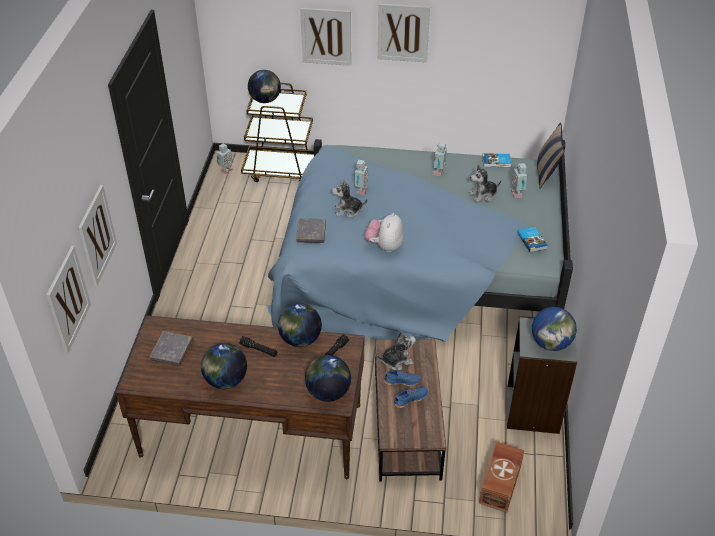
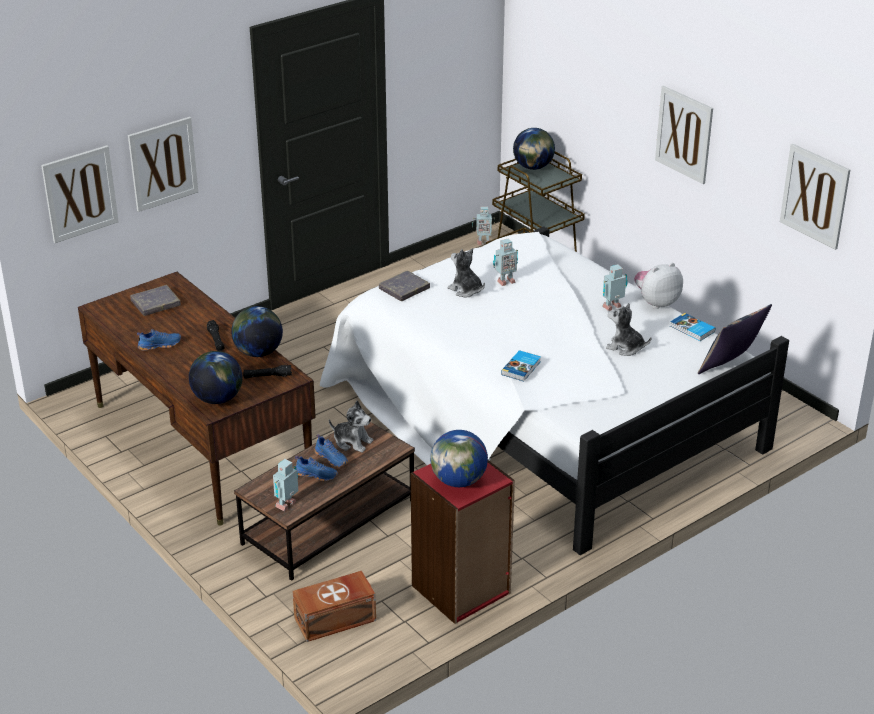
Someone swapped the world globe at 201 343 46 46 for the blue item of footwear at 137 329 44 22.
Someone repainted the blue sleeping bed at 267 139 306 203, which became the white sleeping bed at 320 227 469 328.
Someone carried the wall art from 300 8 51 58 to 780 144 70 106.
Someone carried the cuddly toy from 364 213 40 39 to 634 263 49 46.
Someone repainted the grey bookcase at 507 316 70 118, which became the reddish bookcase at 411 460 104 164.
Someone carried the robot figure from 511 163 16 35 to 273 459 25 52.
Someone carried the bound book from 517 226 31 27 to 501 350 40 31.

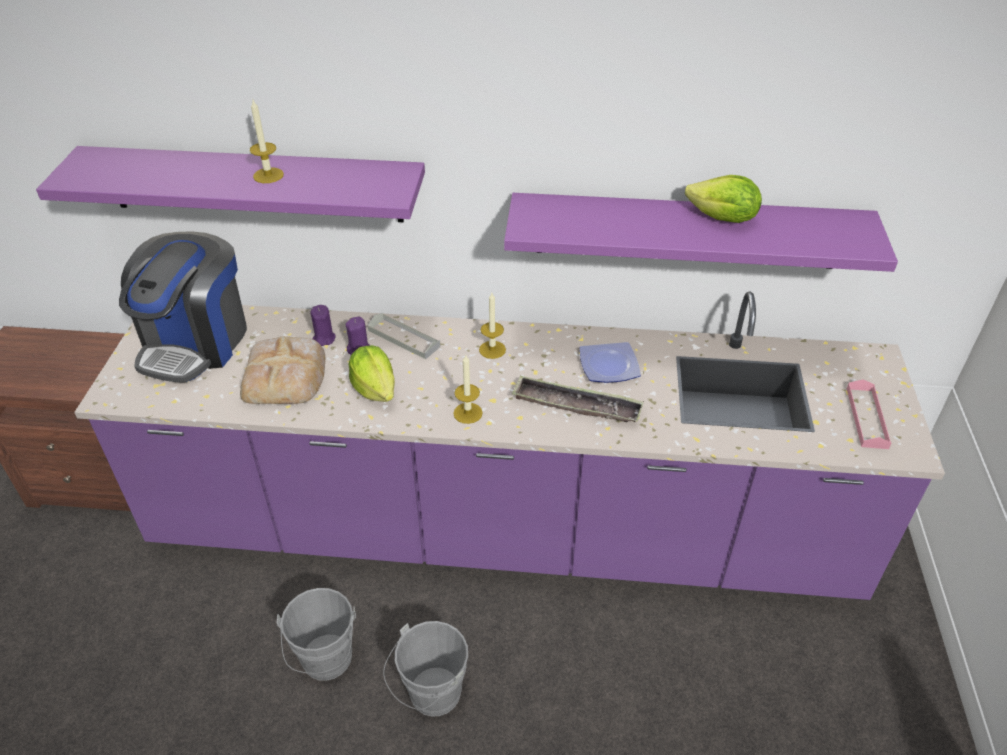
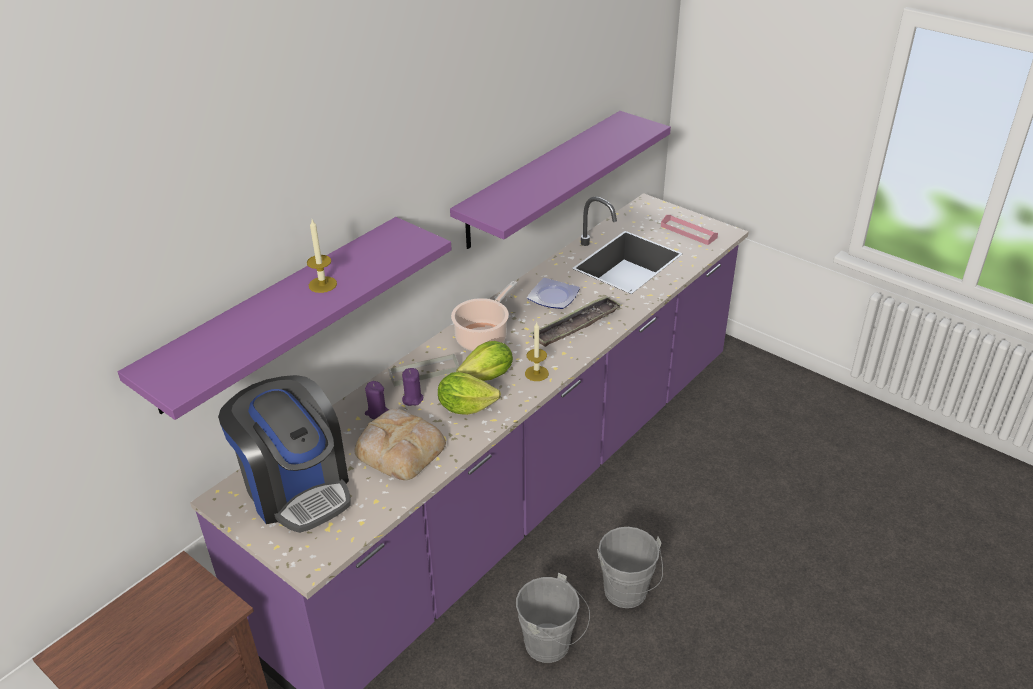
Someone swapped the wax candle at 479 293 27 66 for the stockpot at 451 281 66 70.
Someone carried the lettuce head from 685 175 77 48 to 456 341 57 40.

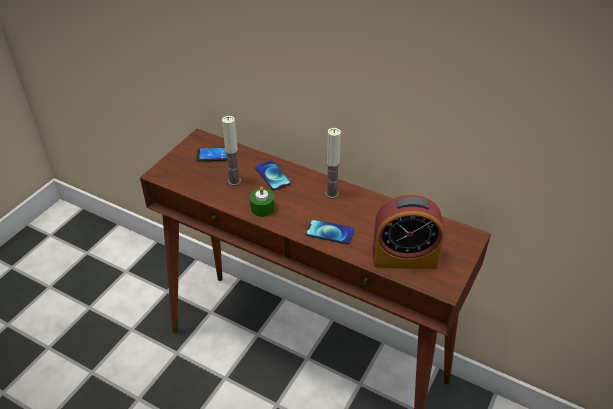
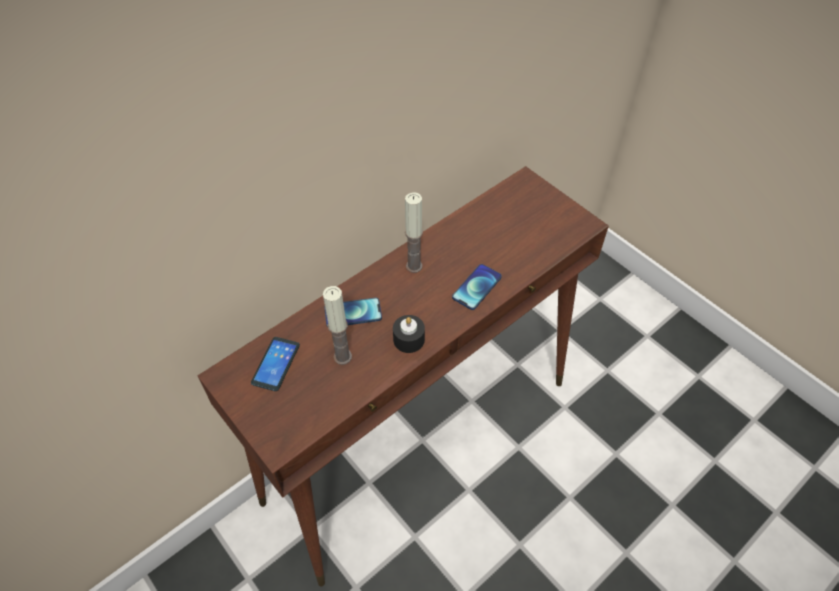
Someone repainted the green-coloured wax candle at 250 186 25 31, which became the black wax candle at 393 315 32 38.
Someone took away the alarm clock at 373 194 71 75.

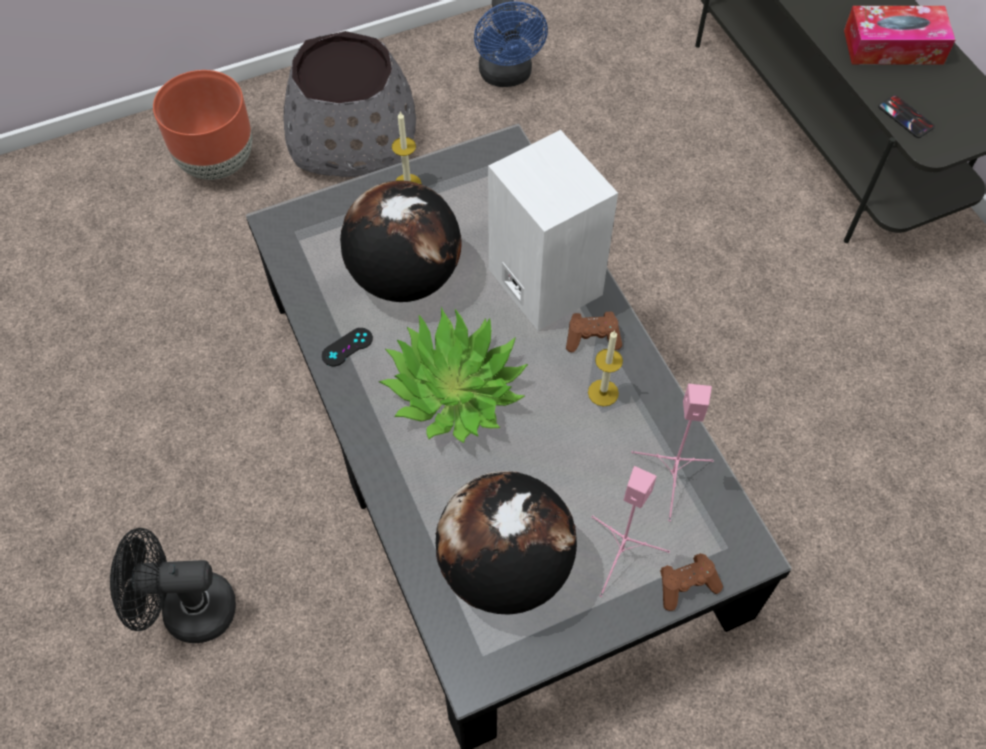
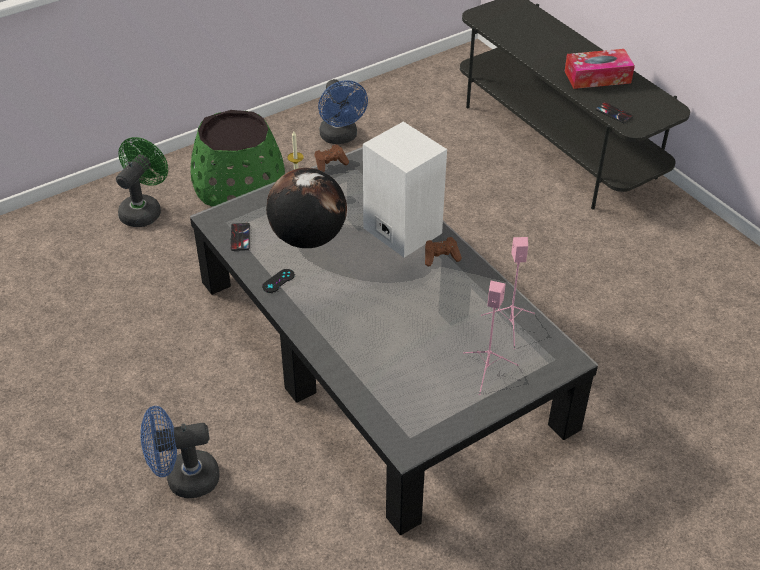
Someone repainted the black fan at 110 528 126 115, which became the blue fan at 141 406 79 92.
Someone swapped the brownish plant pot at 153 70 99 110 for the green-coloured fan at 116 137 52 90.
Someone repainted the grey plant pot at 283 31 133 146, which became the green-coloured plant pot at 190 110 95 96.
Someone took away the potted plant at 379 307 149 136.
Someone took away the world globe at 435 471 142 144.
Someone took away the wax candle at 588 330 35 77.
Someone carried the brownish joypad from 660 553 63 58 to 315 144 34 28.
Someone put down the telephone at 230 223 20 28.

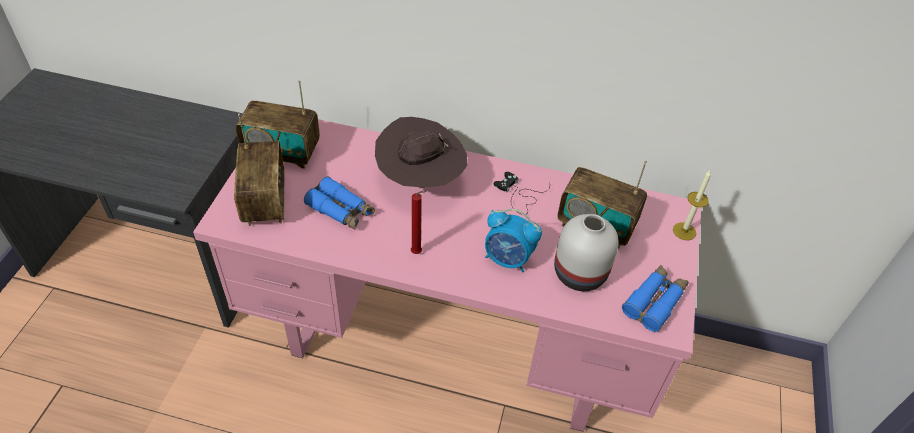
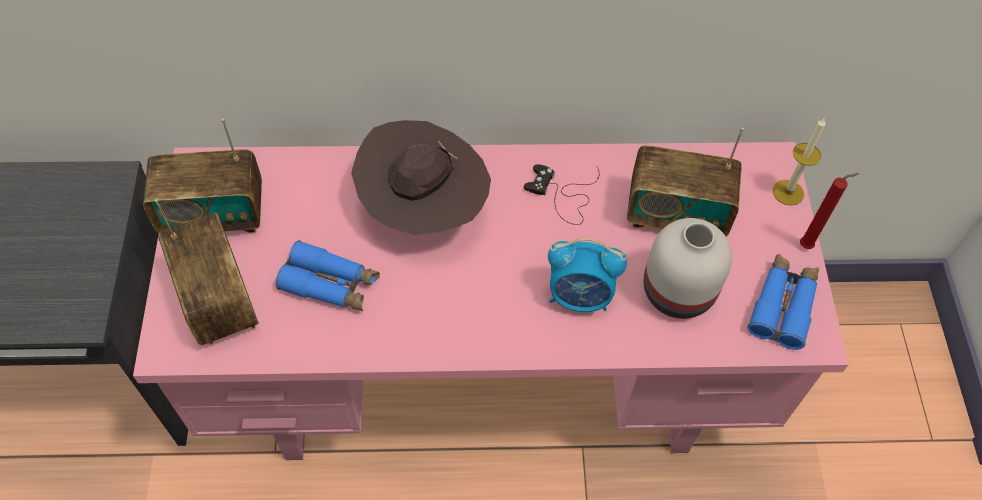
Someone carried the reddish wax candle from 411 191 16 63 to 800 173 59 76.

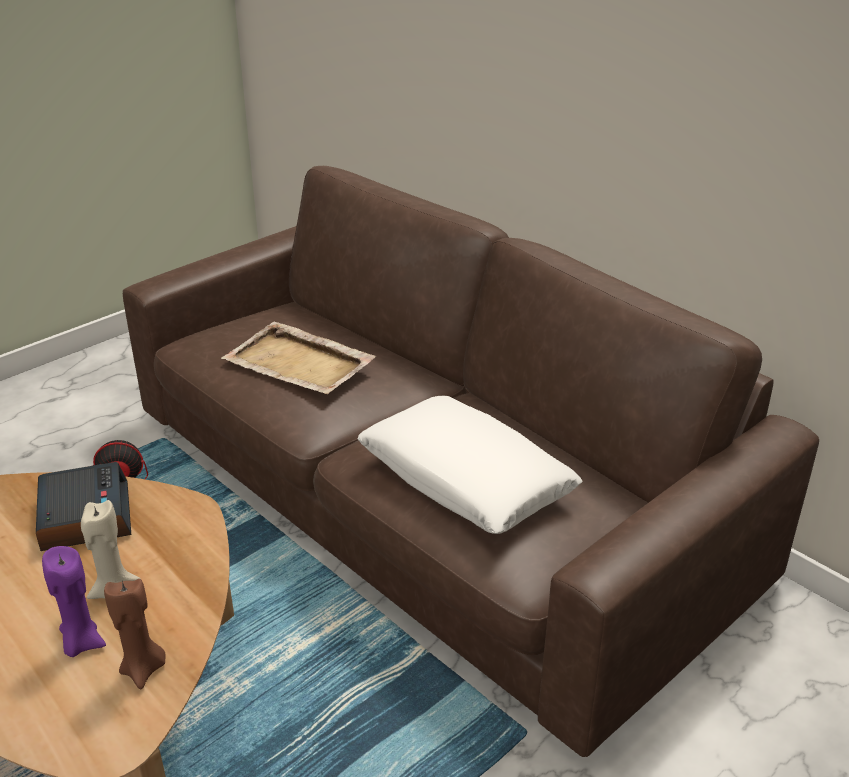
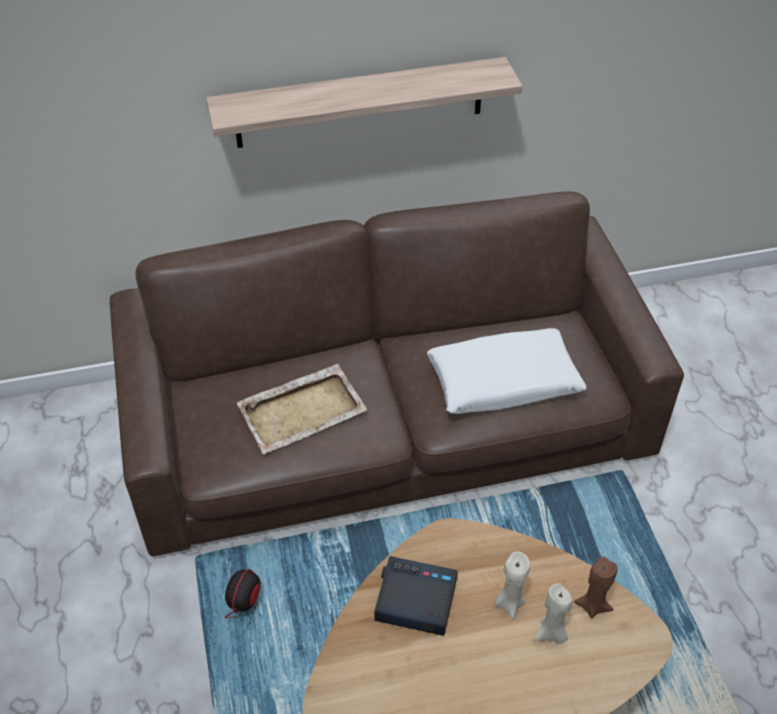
Someone repainted the purple wax candle at 42 546 64 111, which became the sand-coloured wax candle at 535 583 38 61.
Someone put up the bracket shelf at 206 57 316 91.

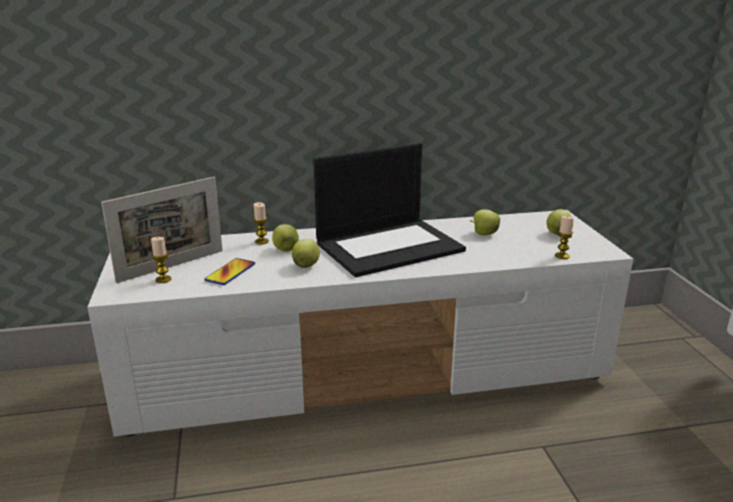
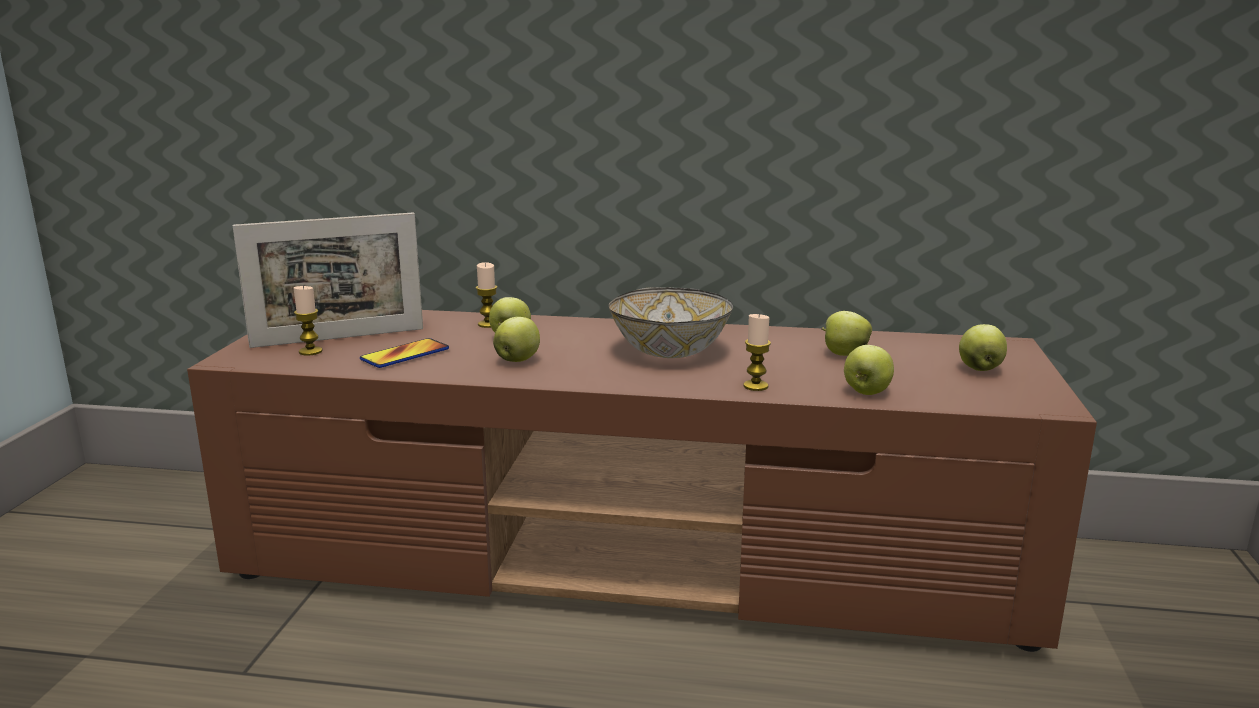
Someone repainted the white media console at 87 210 546 227, which became the brownish media console at 187 310 910 342.
Someone swapped the laptop at 313 143 153 134 for the serving bowl at 609 287 124 71.
Someone carried the wax candle from 555 216 19 43 to 743 314 28 77.
Someone put down the apple at 844 345 50 50.

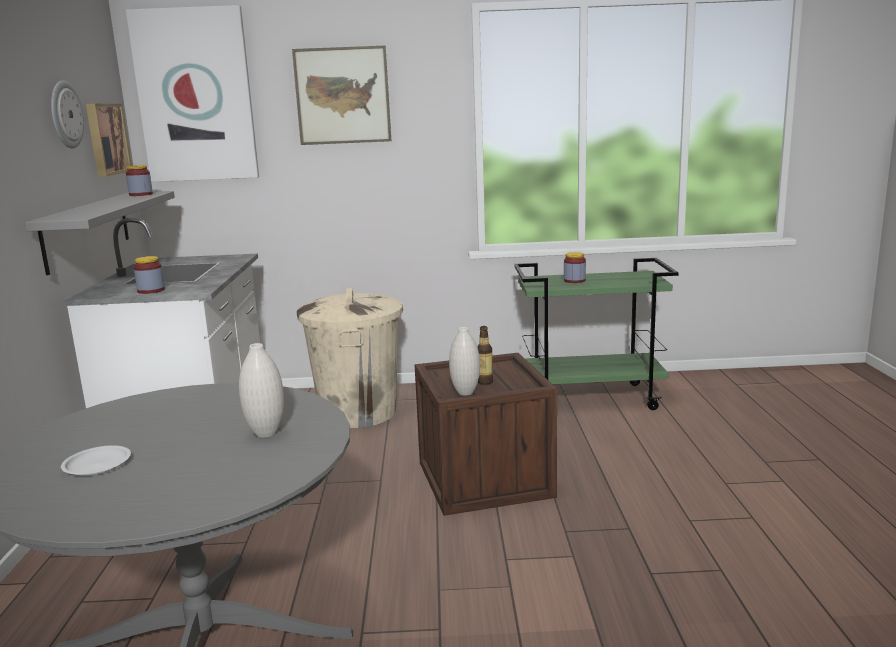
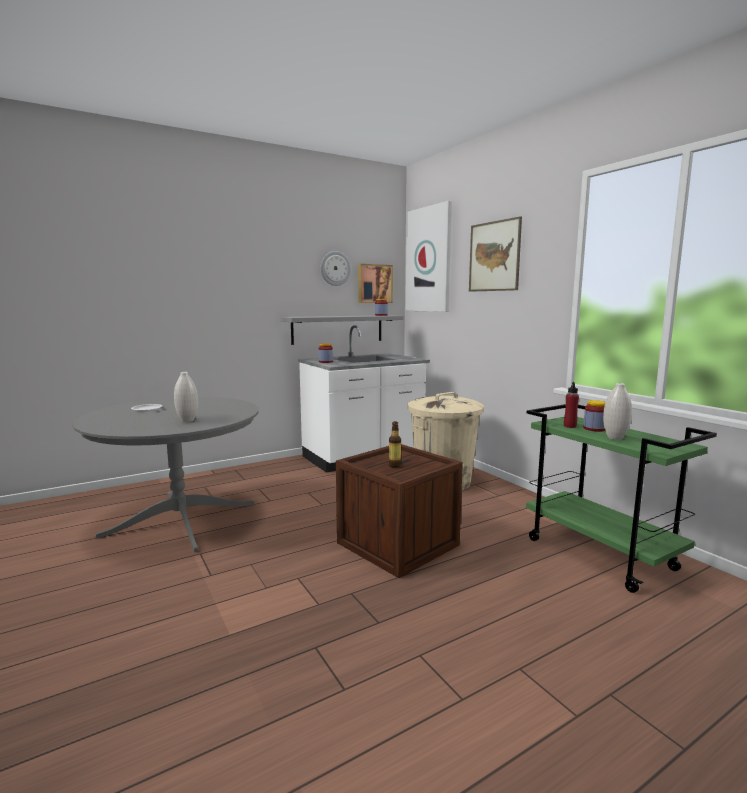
Someone carried the white vase from 449 327 31 69 to 603 383 29 57.
Someone put down the reddish beverage bottle at 564 382 15 46.

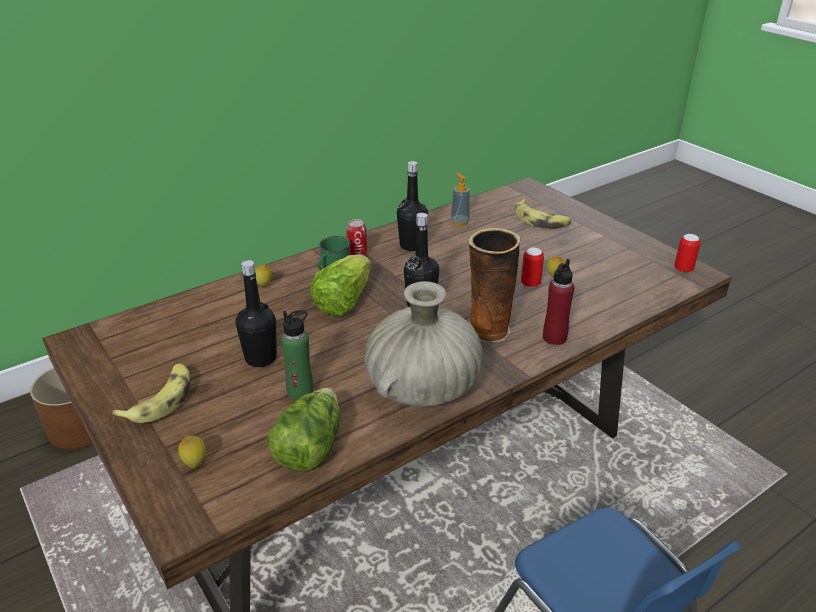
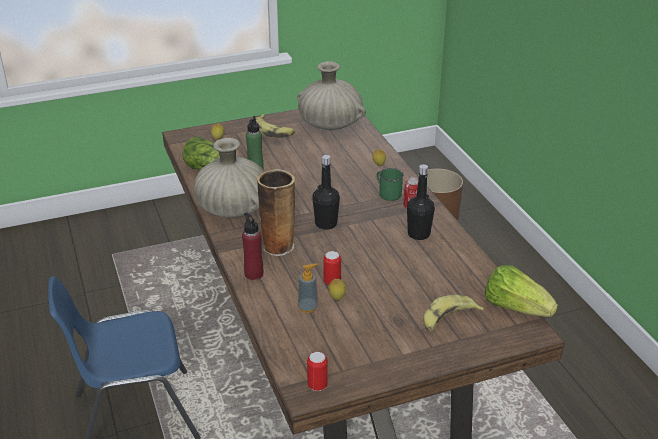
Someone took away the black beverage bottle at 236 260 41 107.
Someone carried the lettuce head from 310 254 61 62 to 485 265 73 52.
Someone carried the soap dispenser from 451 173 19 53 to 298 264 20 49.
Someone put down the sand-coloured vase at 297 61 69 69.

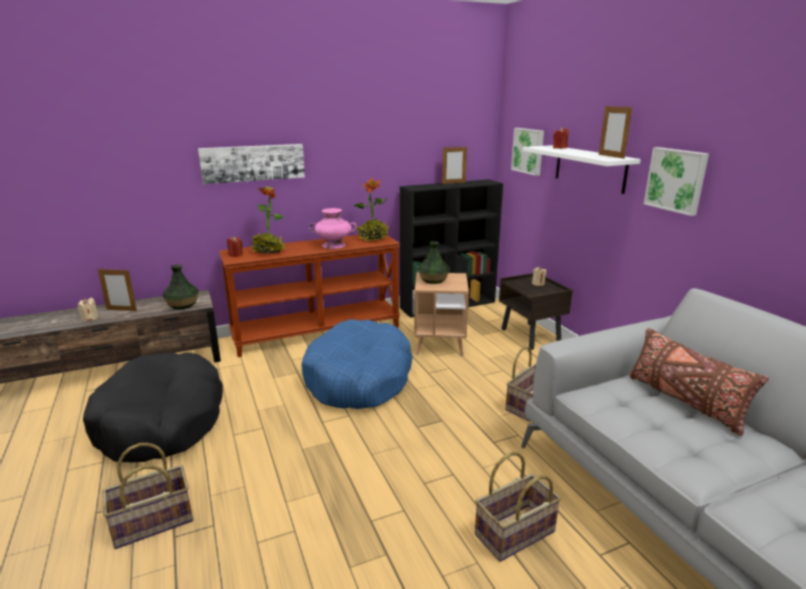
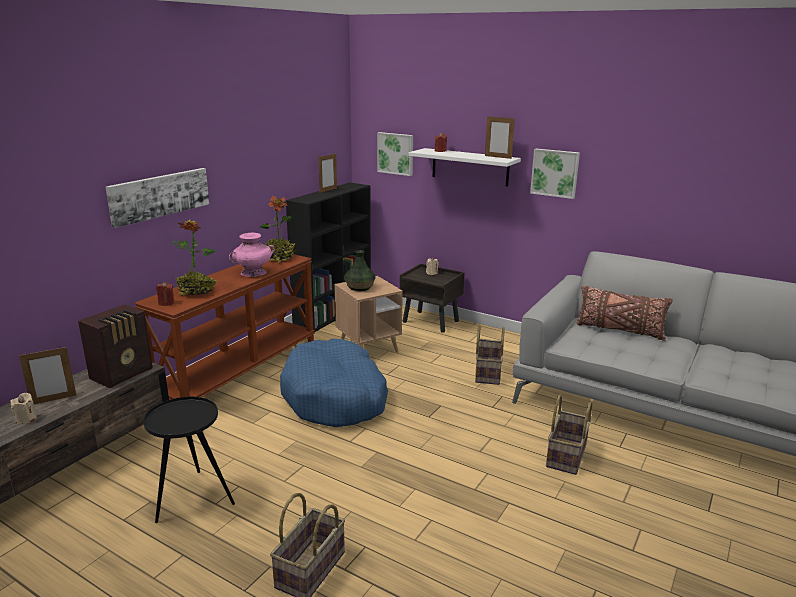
Someone swapped the black pet bed at 83 352 140 110 for the black accent table at 143 397 92 126.
Someone swapped the vase at 162 265 37 44 for the radio at 78 304 75 84.

